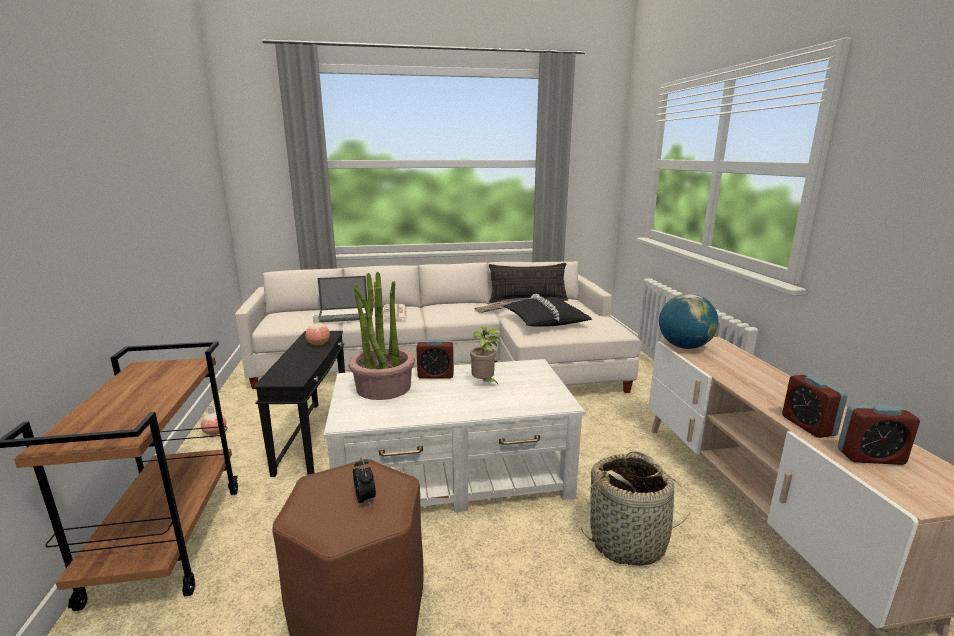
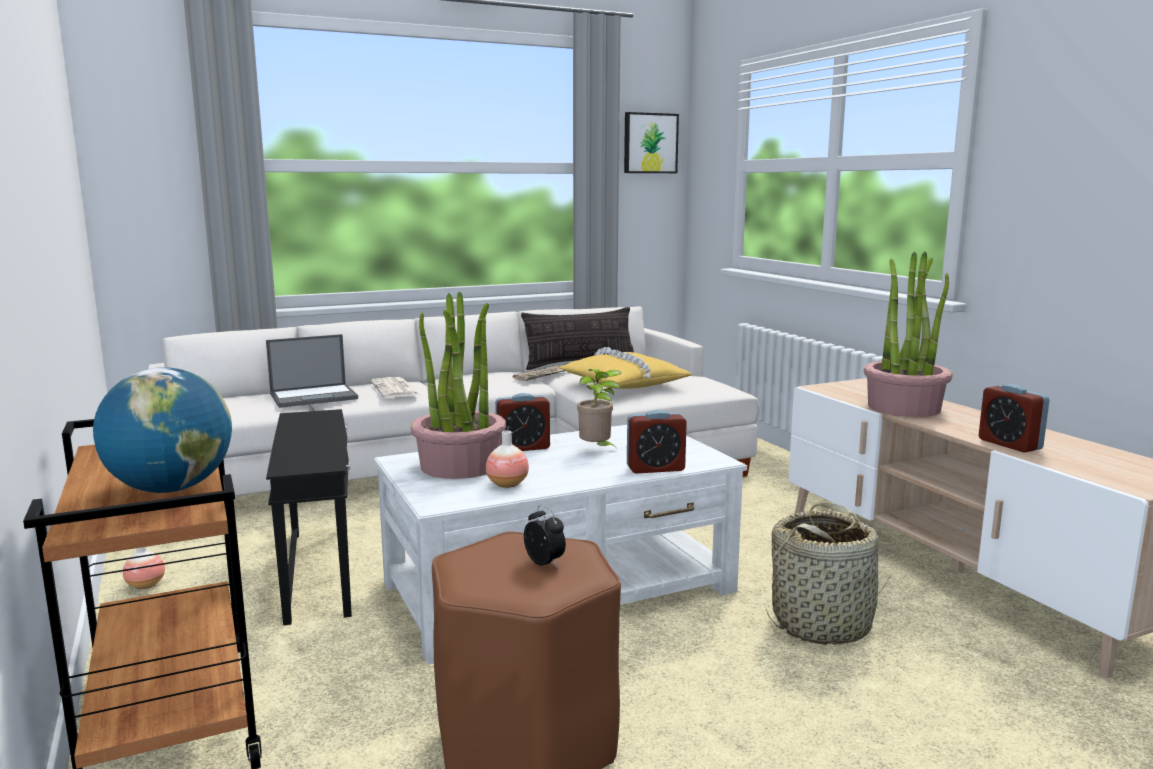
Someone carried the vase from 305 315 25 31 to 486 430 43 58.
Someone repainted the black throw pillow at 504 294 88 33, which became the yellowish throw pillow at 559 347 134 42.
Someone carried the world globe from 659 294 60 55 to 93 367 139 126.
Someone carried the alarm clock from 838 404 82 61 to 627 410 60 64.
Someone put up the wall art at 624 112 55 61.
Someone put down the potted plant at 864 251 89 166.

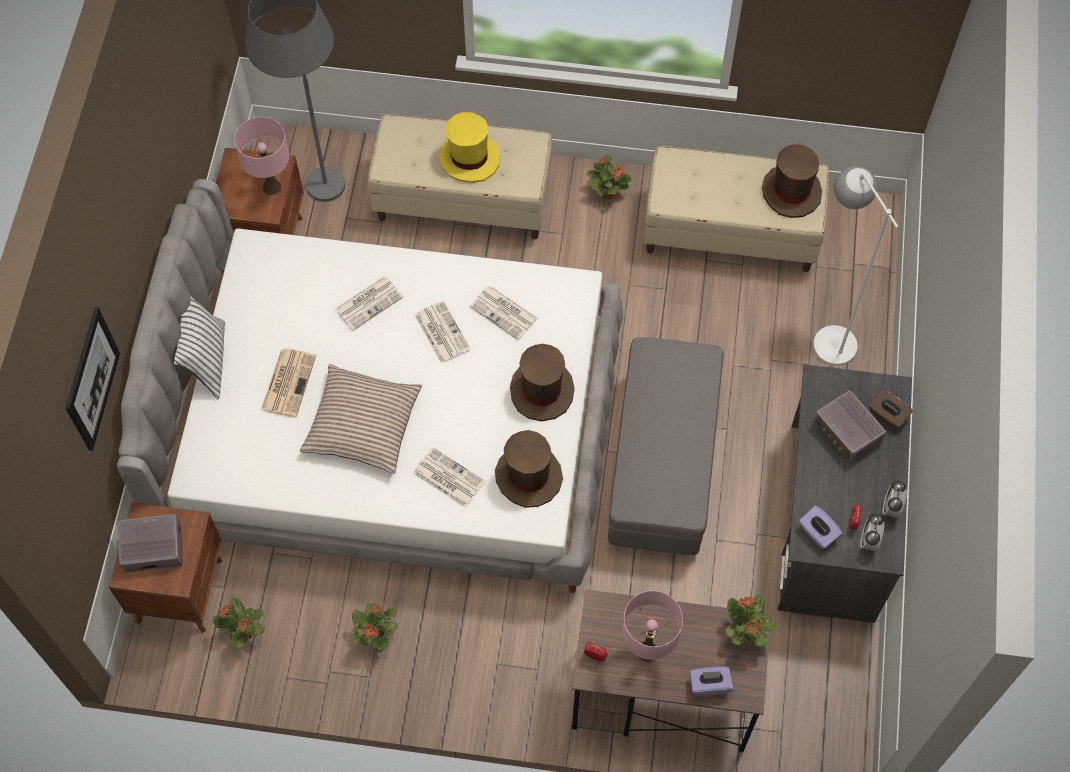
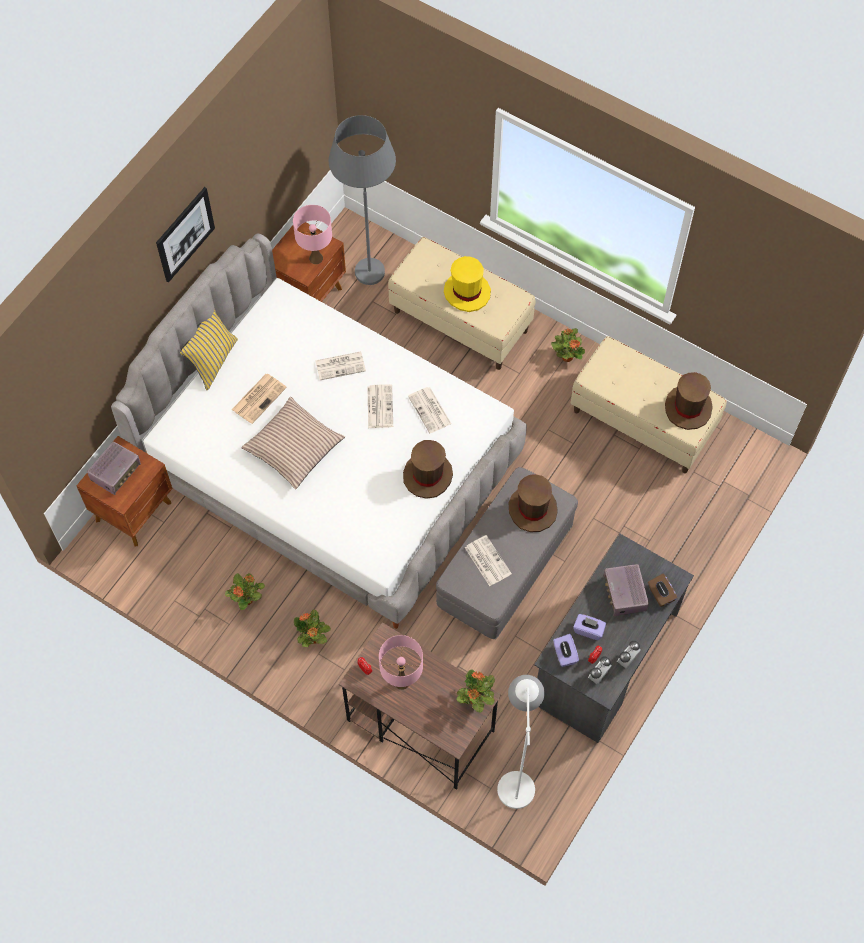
Someone carried the wall art from 66 307 54 144 to 156 187 59 96.
Someone rotated the radio at 118 514 65 59 by 105 degrees clockwise.
Someone repainted the white throw pillow at 173 296 52 103, which became the yellowish throw pillow at 180 309 58 81.
Someone carried the potted plant from 212 597 53 51 to 294 609 37 38.
Someone carried the newspaper from 413 447 72 61 to 465 535 47 51.
Someone carried the brownish clothing hat from 495 430 68 78 to 509 474 49 58.
Someone carried the purple tissue holder from 690 666 43 30 to 573 614 33 26.
Someone carried the white standing lamp from 813 166 86 200 to 497 675 48 134.

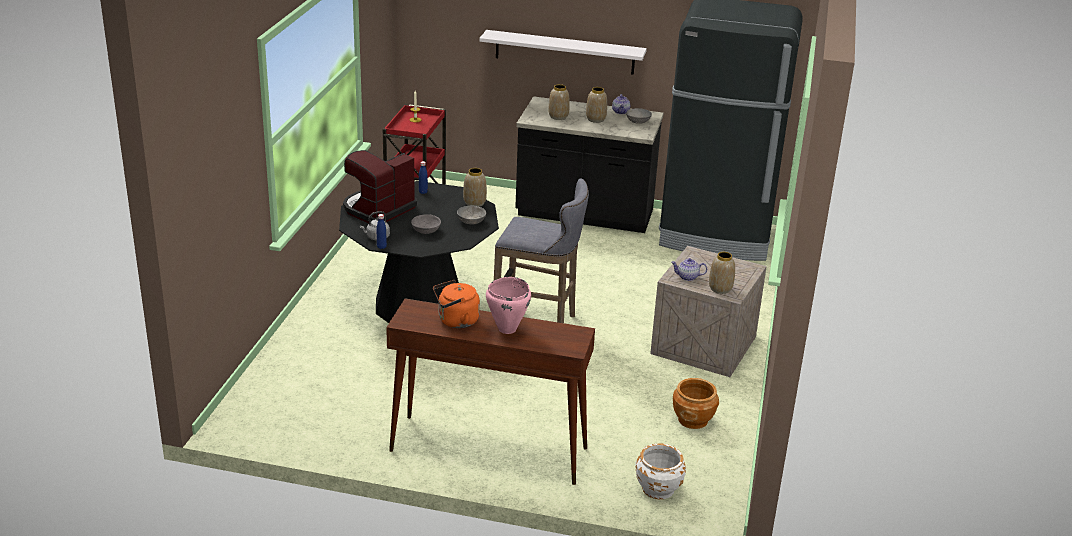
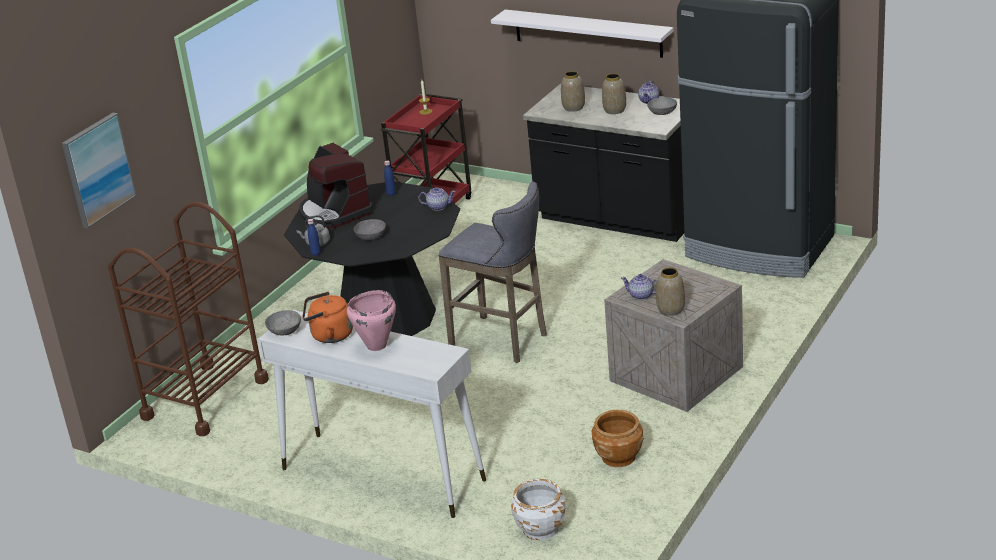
Someone rotated the coffee maker at 343 150 74 73 by 90 degrees counterclockwise.
Someone repainted the brownish console table at 386 299 209 186, which became the white console table at 258 310 228 208.
Someone carried the grey serving bowl from 457 205 29 19 to 265 310 36 25.
Someone swapped the vase at 463 168 24 39 for the pot for tea at 418 187 38 24.
Someone put up the wall art at 62 113 75 115.
Someone put down the brownish cart at 108 202 161 234.

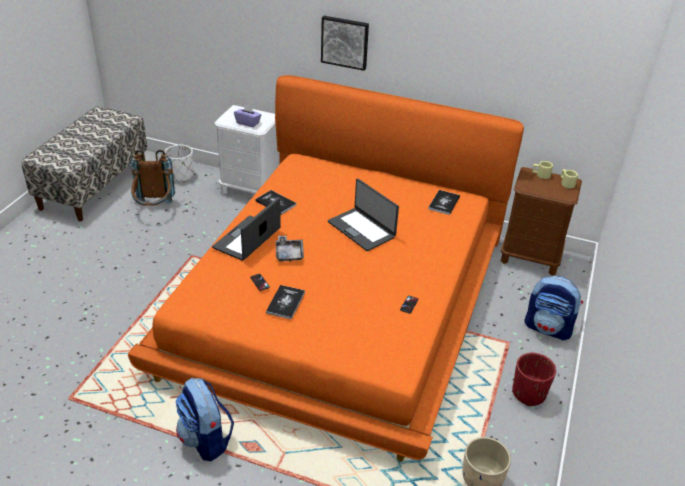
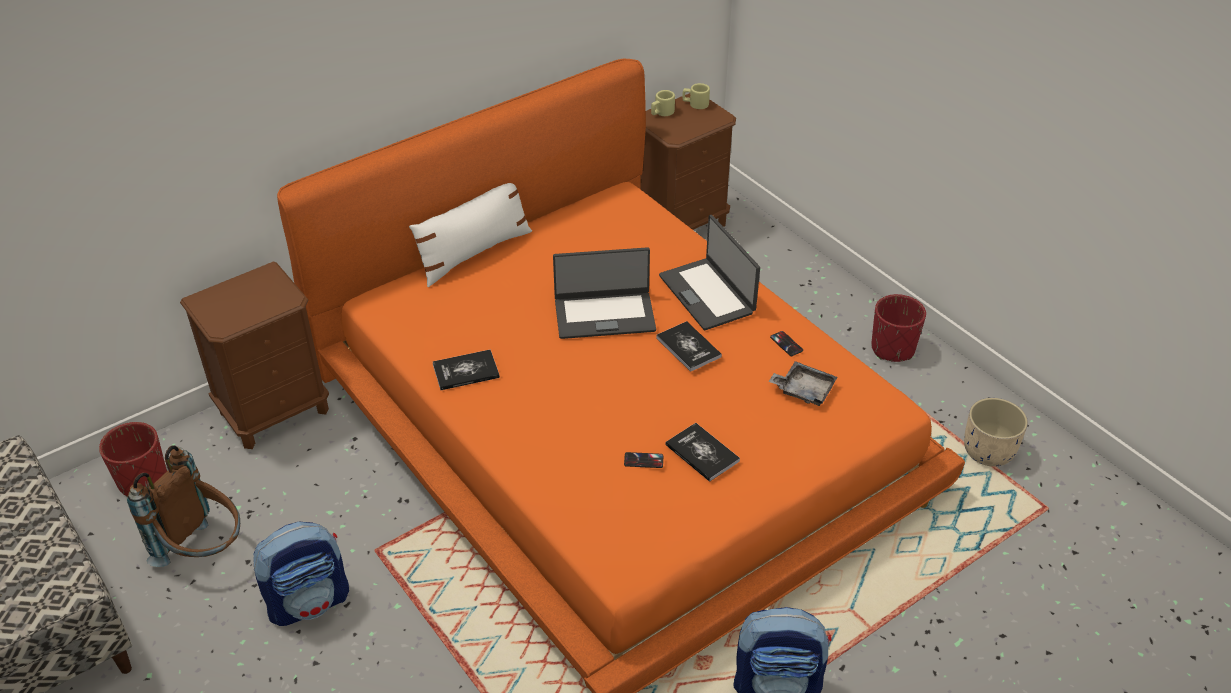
Someone repainted the white plant pot at 164 144 29 38, which became the reddish plant pot at 99 422 68 75.
Someone carried the laptop from 212 197 69 64 to 659 215 101 115.
Someone repainted the white bedside table at 214 105 66 89, which became the brownish bedside table at 180 261 149 188.
Someone took away the purple tissue holder at 234 104 28 23.
Someone carried the grey serving tray from 276 236 28 26 to 768 361 69 45.
Someone took away the wall art at 321 16 48 55.
Someone carried the bound book from 429 190 31 25 to 656 321 66 51.
Someone carried the rucksack from 524 276 59 65 to 253 522 96 104.
Someone put down the white throw pillow at 409 183 123 104.

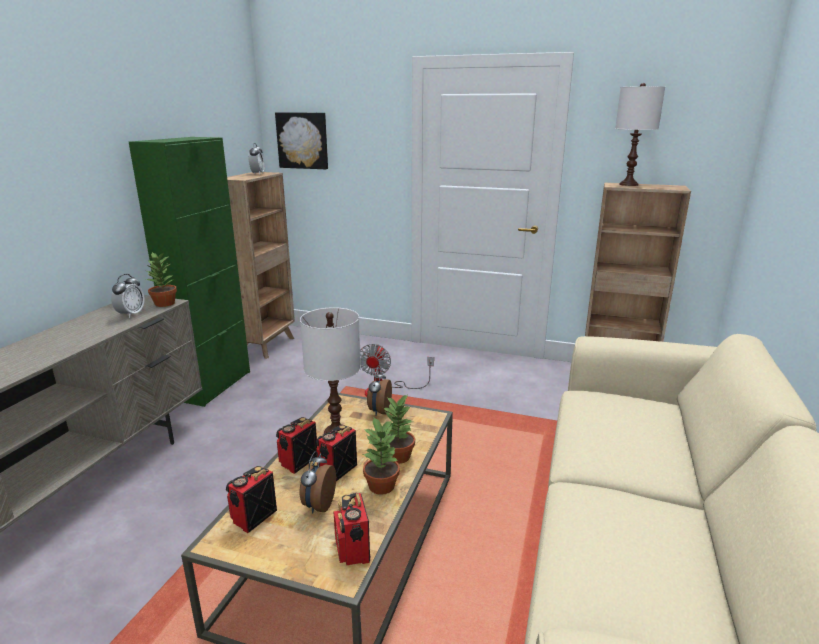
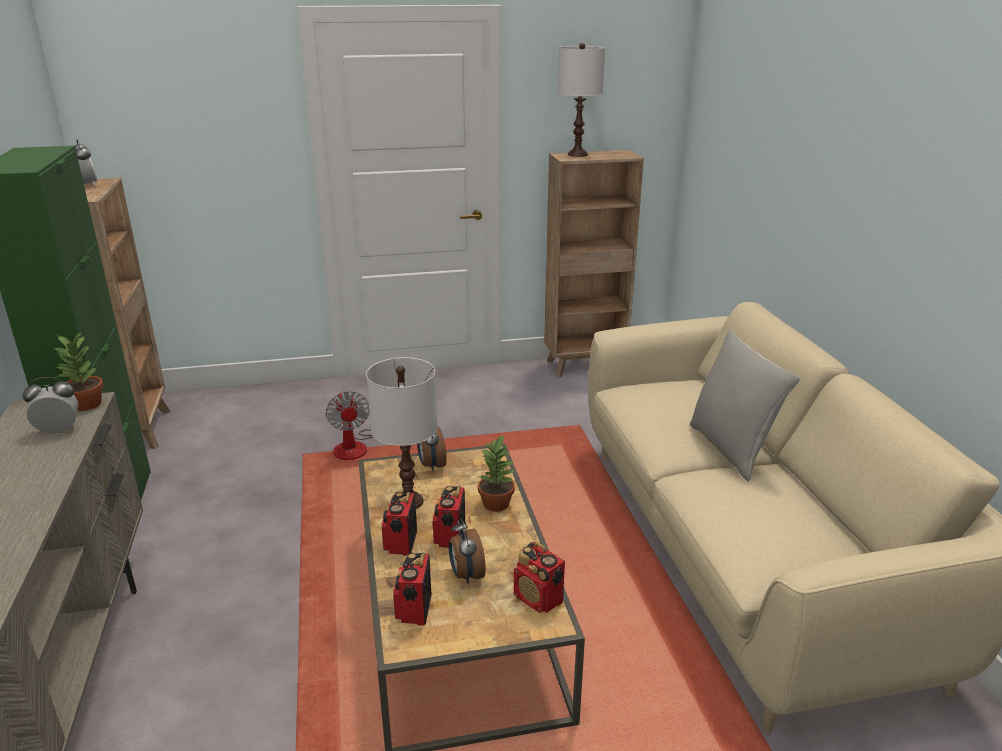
Someone rotated the alarm clock at 111 274 34 44 by 90 degrees counterclockwise.
Someone took away the wall art at 275 112 53 57.
Someone took away the potted plant at 363 416 37 79.
Someone put down the grey throw pillow at 690 329 110 152.

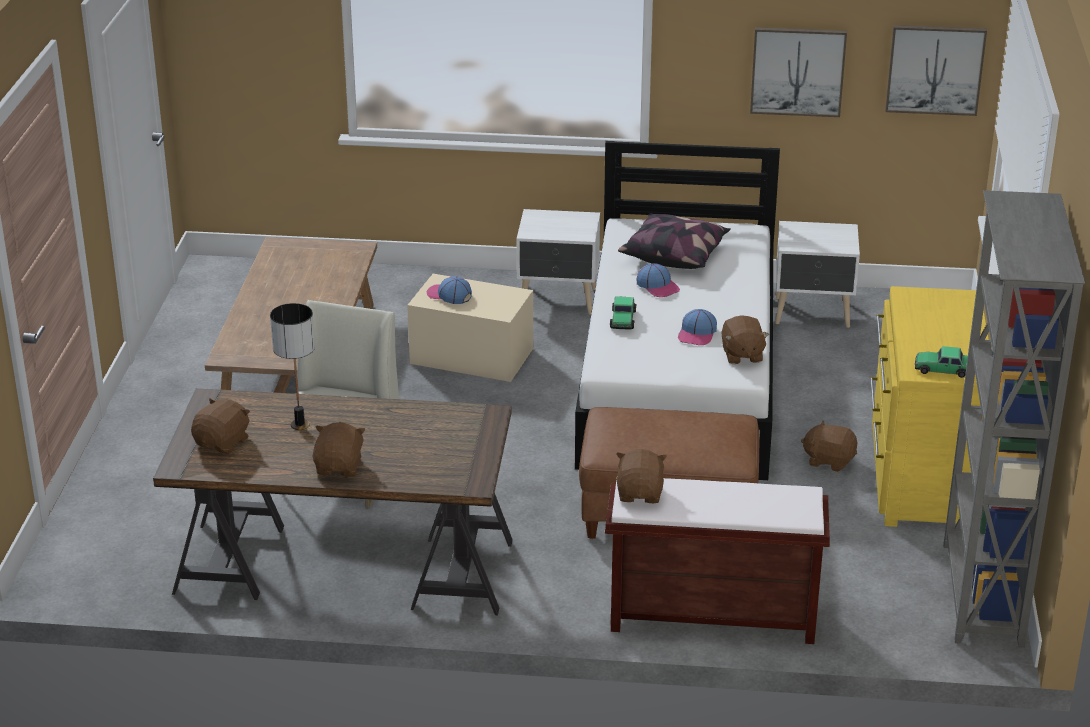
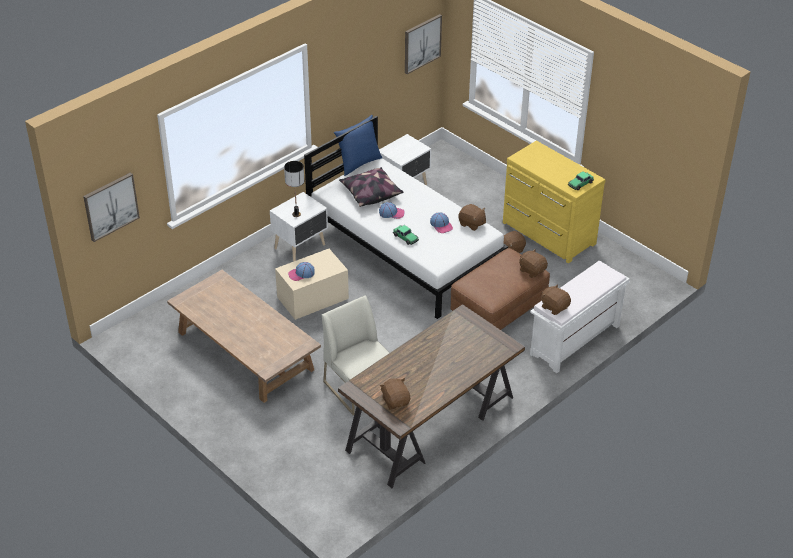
Someone carried the tabletop lamp from 270 303 45 127 to 284 161 20 56.
Someone carried the brownish cuddly toy from 313 422 52 55 to 519 249 29 29.
Someone repainted the brownish bench at 605 478 225 166, which became the white bench at 530 261 100 112.
Someone carried the wall art from 750 27 97 90 to 83 172 57 70.
Someone took away the grey bookcase at 943 190 142 458.
Someone put down the blue throw pillow at 334 115 49 61.

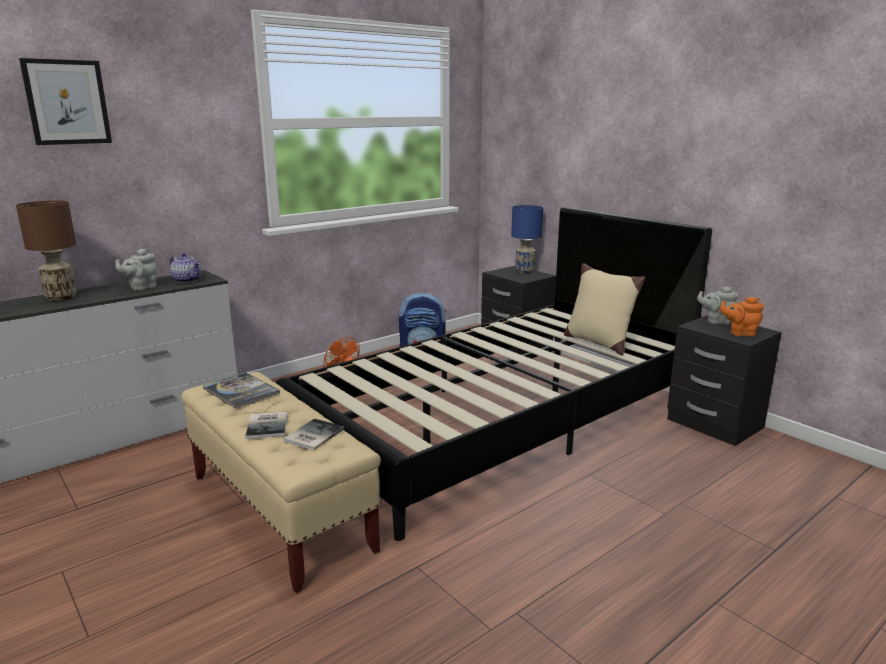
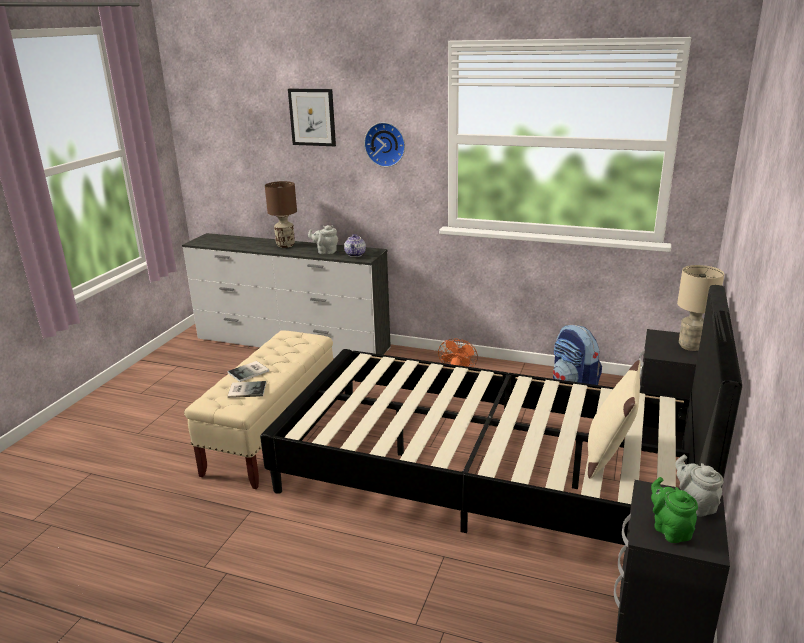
Someone took away the bound book at 203 373 77 35.
Someone repainted the blue tabletop lamp at 511 205 32 69, which became the sand-coloured tabletop lamp at 677 265 47 86.
Someone repainted the orangey pot for tea at 720 297 44 40, which became the green-coloured pot for tea at 651 477 47 66.
Someone put up the wall clock at 364 122 41 45.

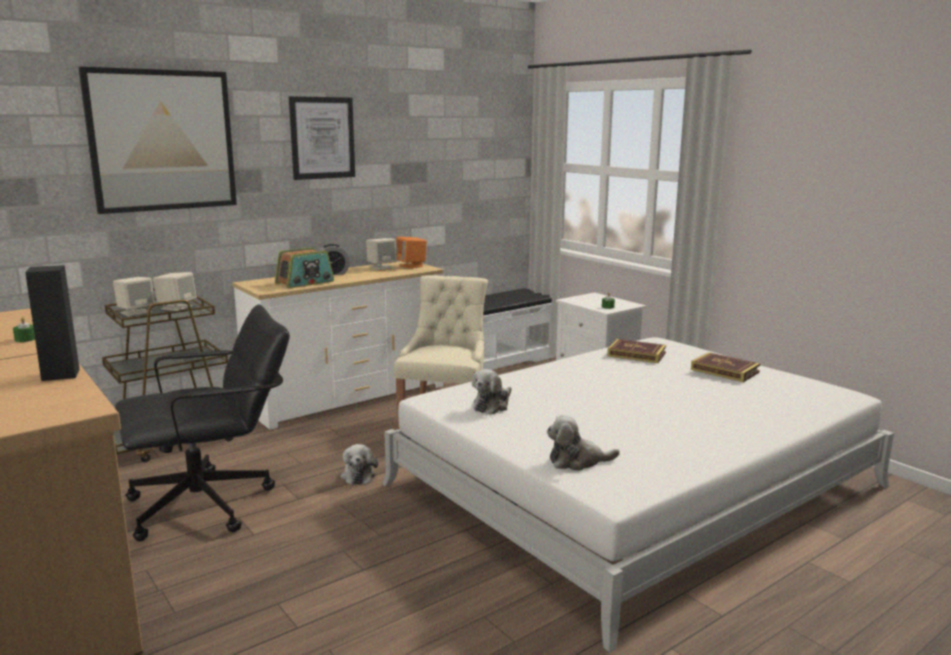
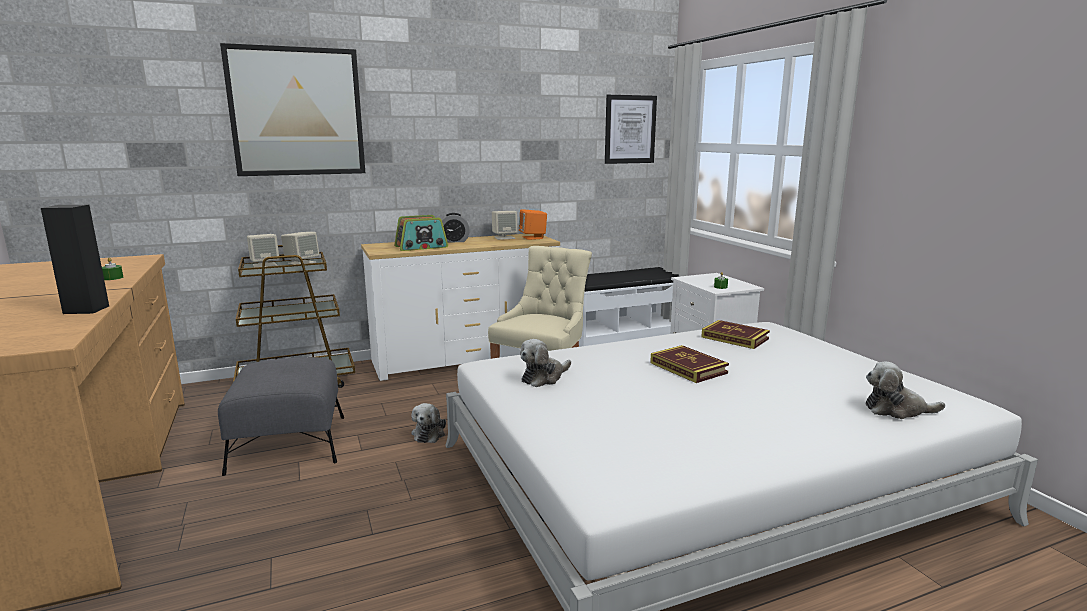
Someone swapped the black computer chair at 115 304 175 238 for the grey ottoman at 218 357 126 119.
Someone carried the wall art from 289 96 66 84 to 605 95 52 69.
Someone carried the cuddly toy from 547 415 73 56 to 866 362 79 57.
Someone carried the bound book from 691 352 69 30 to 650 345 79 38.

